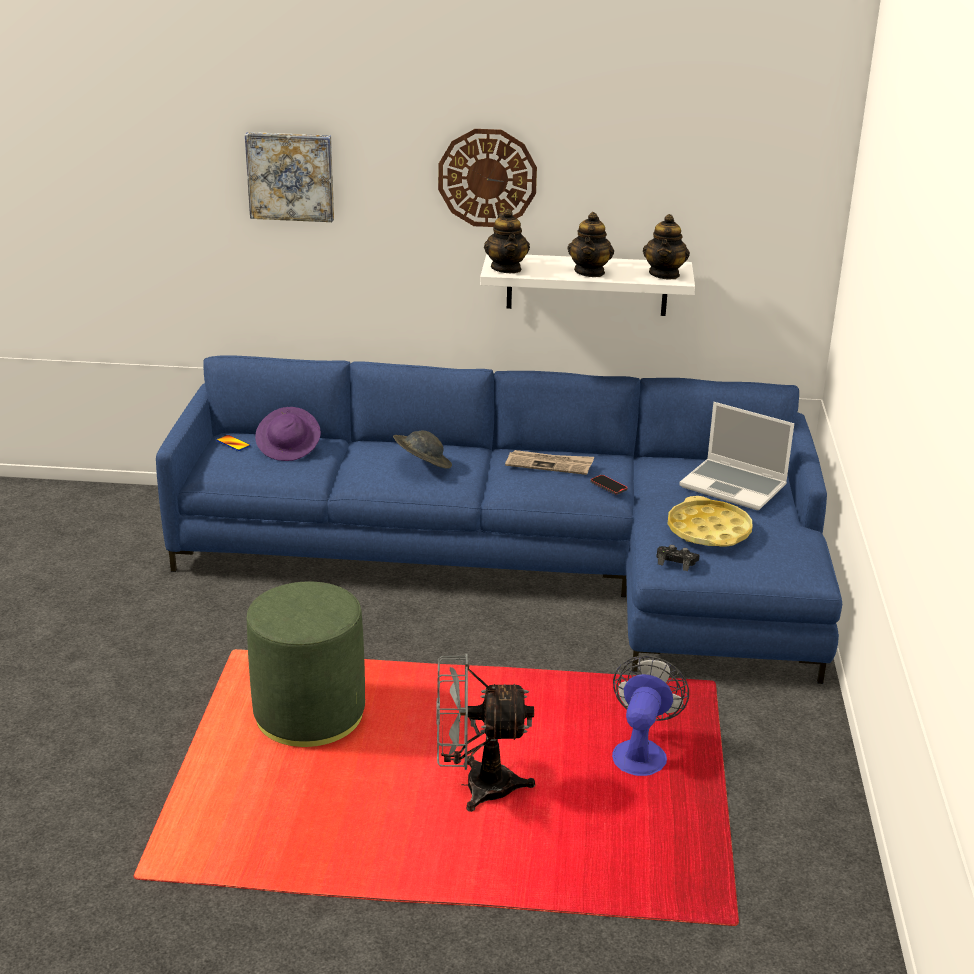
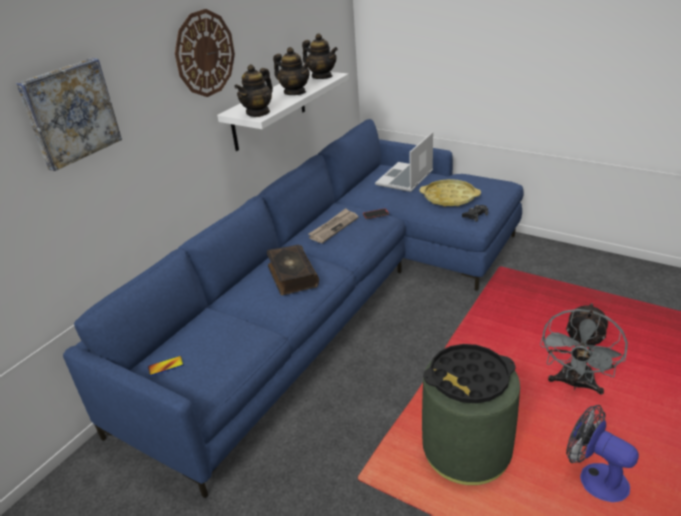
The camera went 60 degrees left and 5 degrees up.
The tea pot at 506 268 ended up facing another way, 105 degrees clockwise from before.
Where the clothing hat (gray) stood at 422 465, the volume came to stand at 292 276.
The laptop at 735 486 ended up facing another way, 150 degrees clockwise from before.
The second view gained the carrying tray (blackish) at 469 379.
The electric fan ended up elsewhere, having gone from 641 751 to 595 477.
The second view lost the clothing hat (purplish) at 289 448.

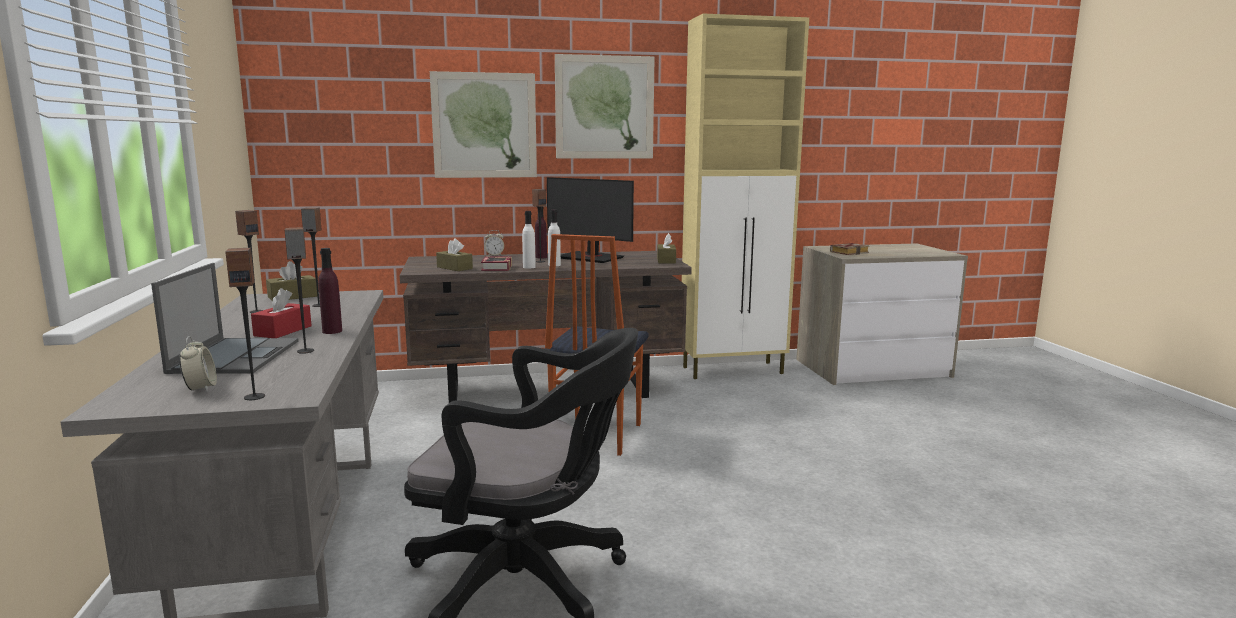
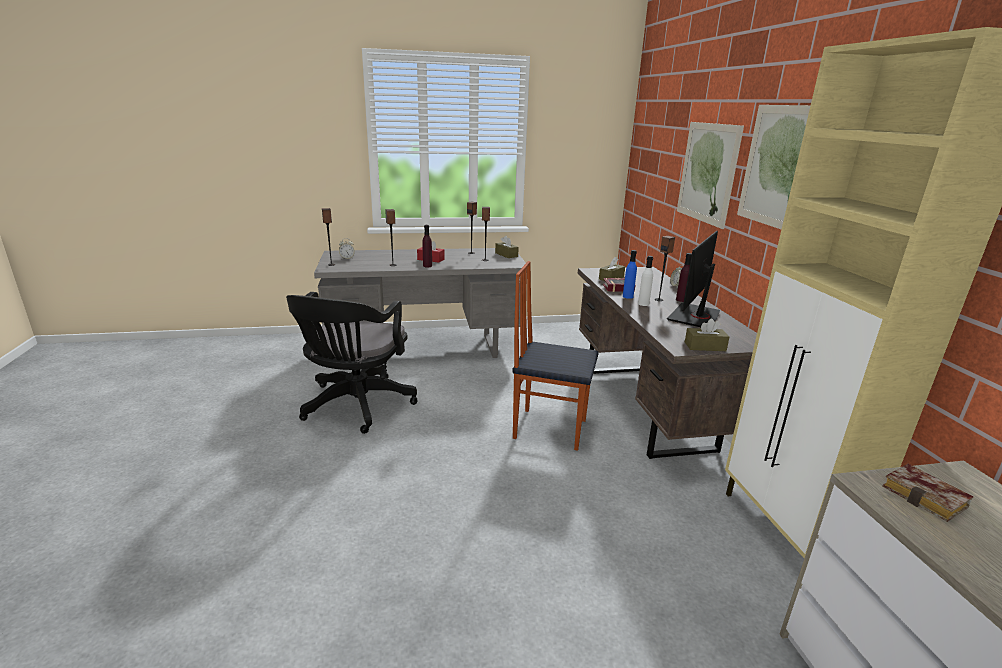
The camera went 90 degrees right and 10 degrees up.
What was the beverage bottle (whitish) at 529 267 turned into the beverage bottle (bluish) at 627 296.
The second view lost the laptop at 235 356.

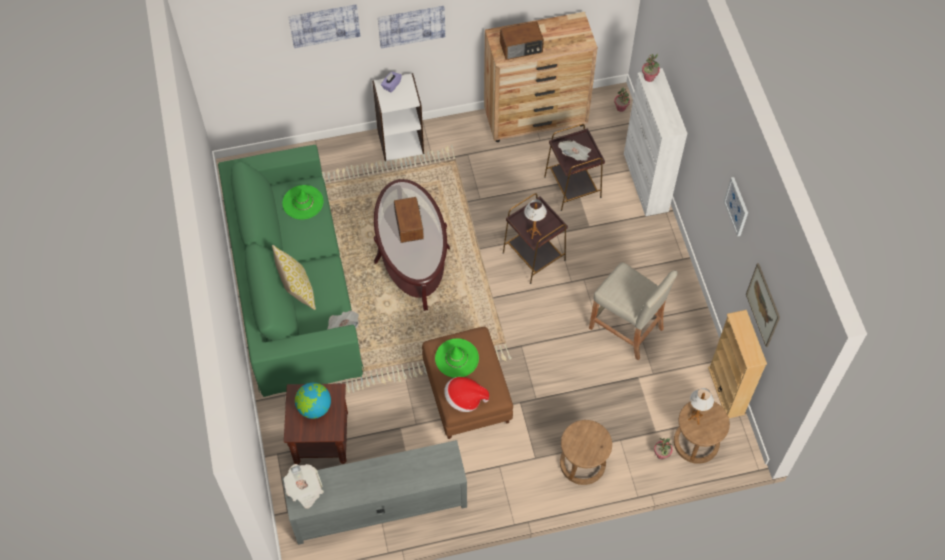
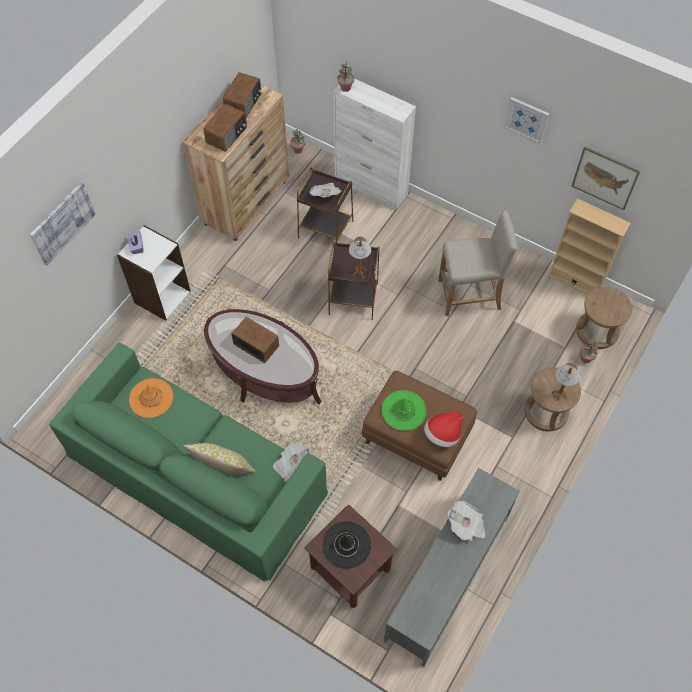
The camera went 45 degrees left and 0 degrees up.
What was the clothing hat (greenish) at 303 202 turned into the clothing hat (orangey) at 151 398.
The second view gained the radio receiver at 244 103.
Where the globe stood at 314 407, the clothing hat (blackish) came to stand at 346 545.
The printed paper ended up elsewhere, having gone from 304 489 to 466 526.
The tabletop lamp ended up elsewhere, having gone from 695 417 to 559 395.
The second view lost the wall picture at 411 25.

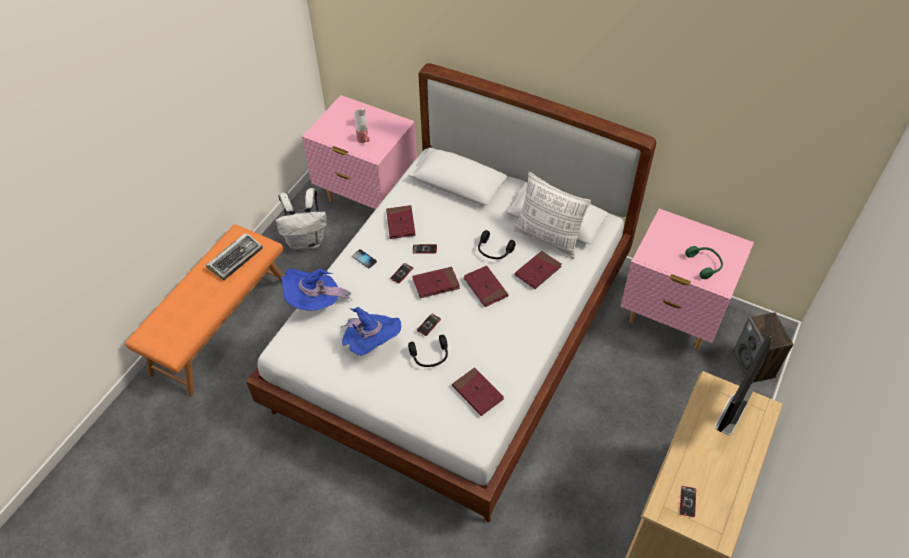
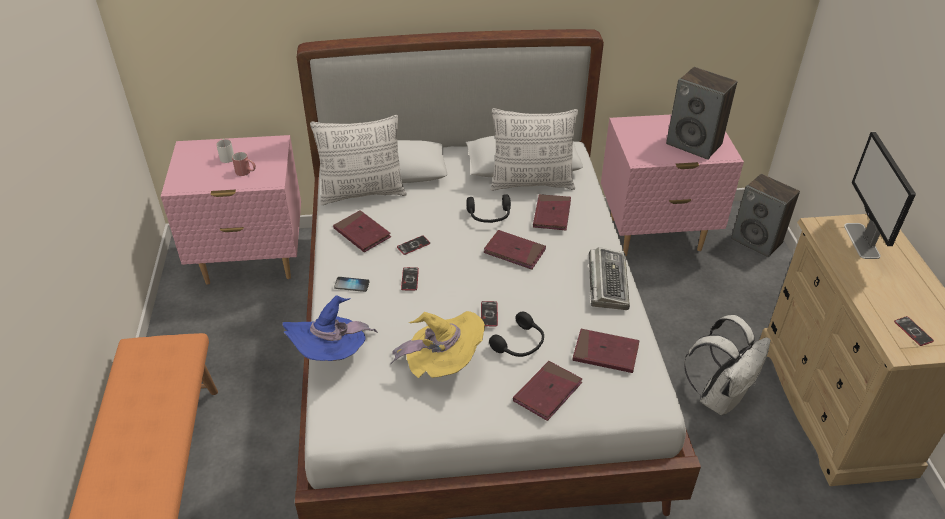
The camera went 35 degrees left and 10 degrees down.
The second view gained the pillow at 363 193.
What was the clothing hat (bluish) at 371 343 turned into the clothing hat (yellow) at 443 363.
The volume (red) ended up elsewhere, having gone from 436 284 to 547 392.
The PC keyboard ended up elsewhere, having gone from 236 258 to 607 282.
Where the headset (greenish) stood at 705 264, the speaker came to stand at 694 144.
The knapsack (whitish) ended up elsewhere, having gone from 306 241 to 720 397.

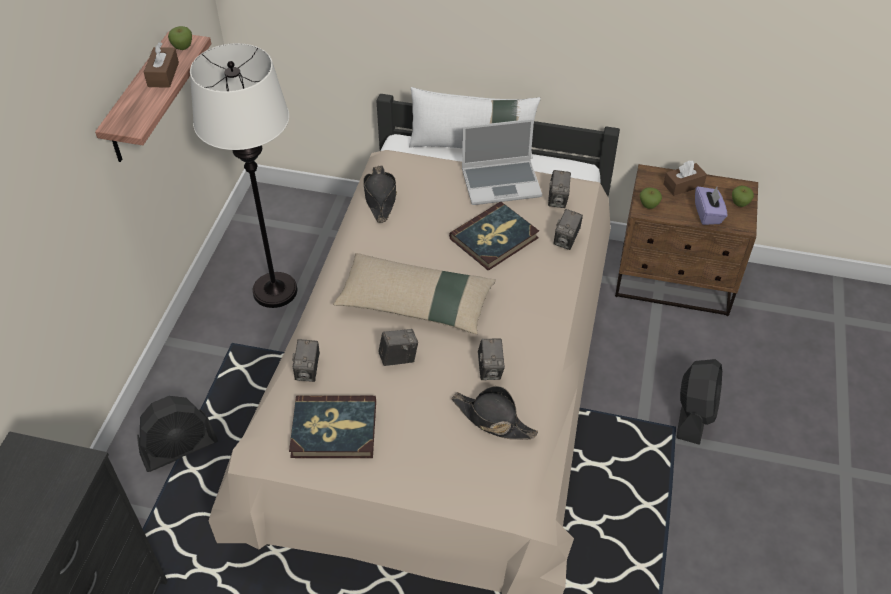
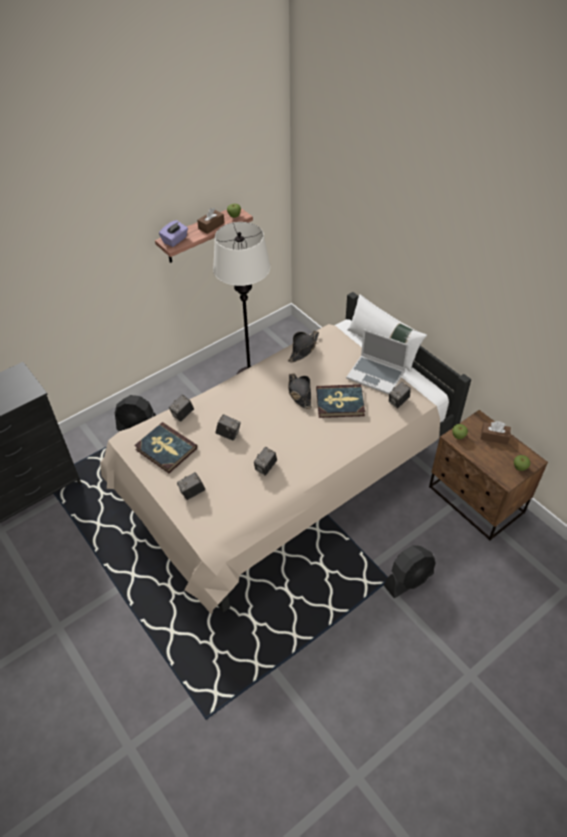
The camera went 40 degrees right and 0 degrees up.
The tissue holder (purplish) ended up elsewhere, having gone from 708 214 to 175 240.
The still camera ended up elsewhere, having gone from 566 240 to 192 492.
The clothing hat (blackish) ended up elsewhere, having gone from 493 419 to 299 393.
The second view lost the pillow (beige-coloured) at 415 303.

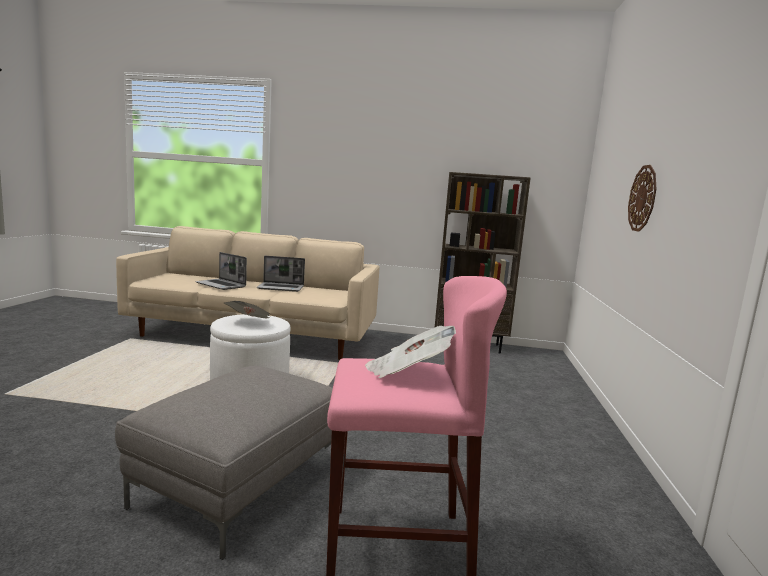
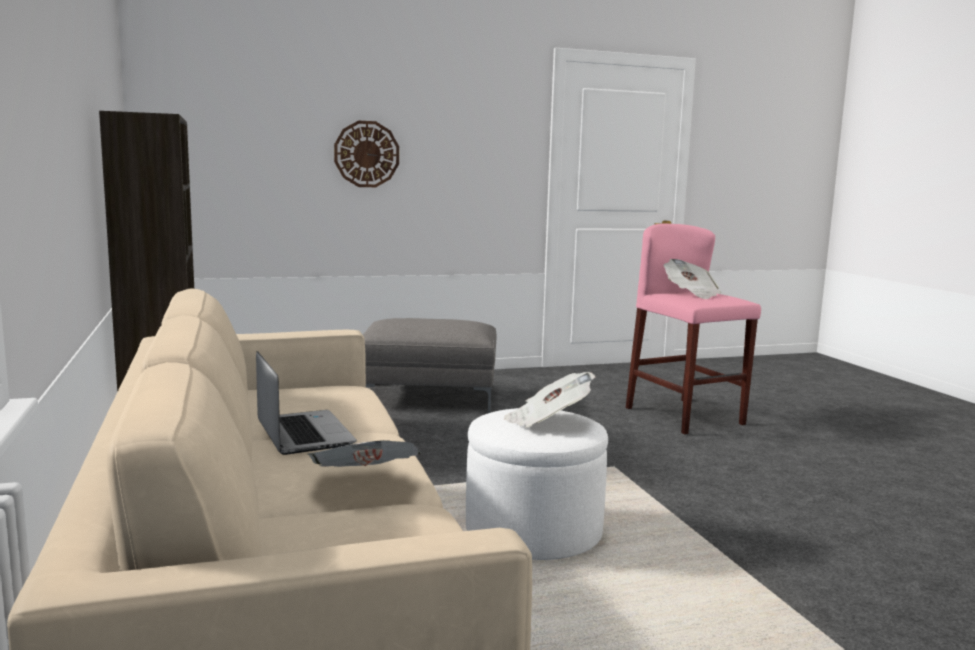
The camera went 115 degrees left and 0 degrees up.
Where the laptop stood at 221 285, the printed paper came to stand at 365 484.
The footrest (gray) ended up elsewhere, having gone from 239 483 to 426 398.

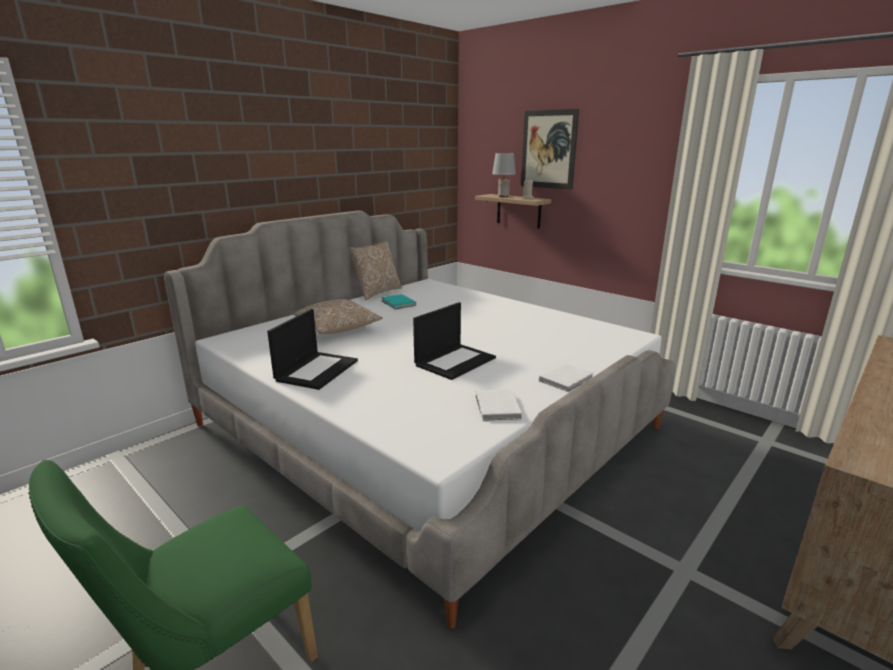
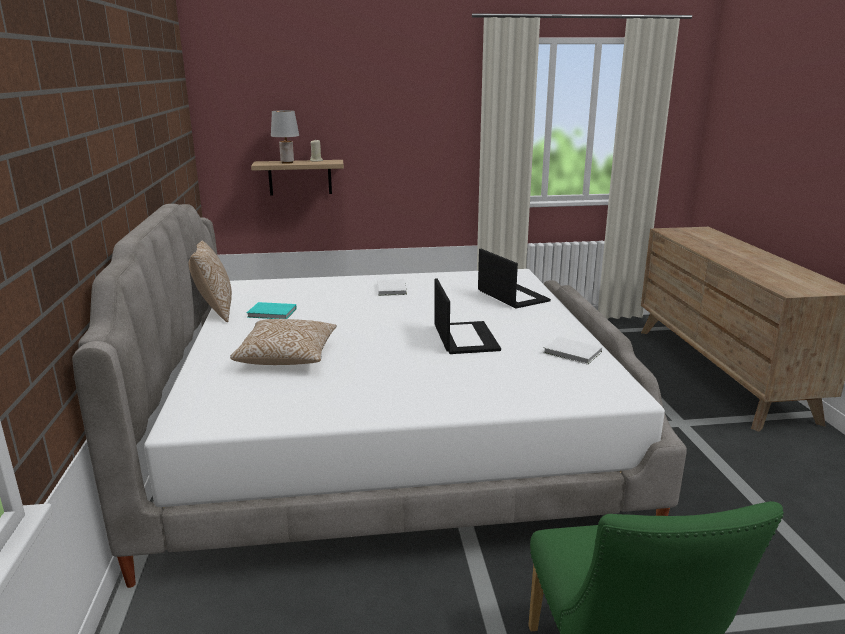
The camera went 50 degrees left and 0 degrees up.
The volume (whitish) ended up elsewhere, having gone from 567 379 to 392 289.
The laptop ended up elsewhere, having gone from 317 370 to 511 296.
The second view lost the wall picture at 548 149.

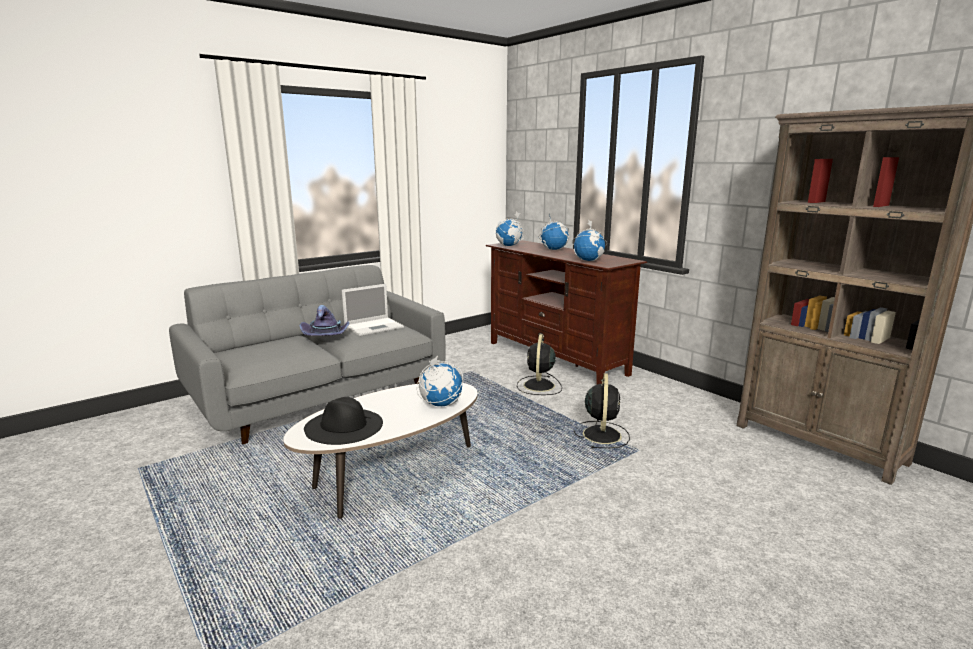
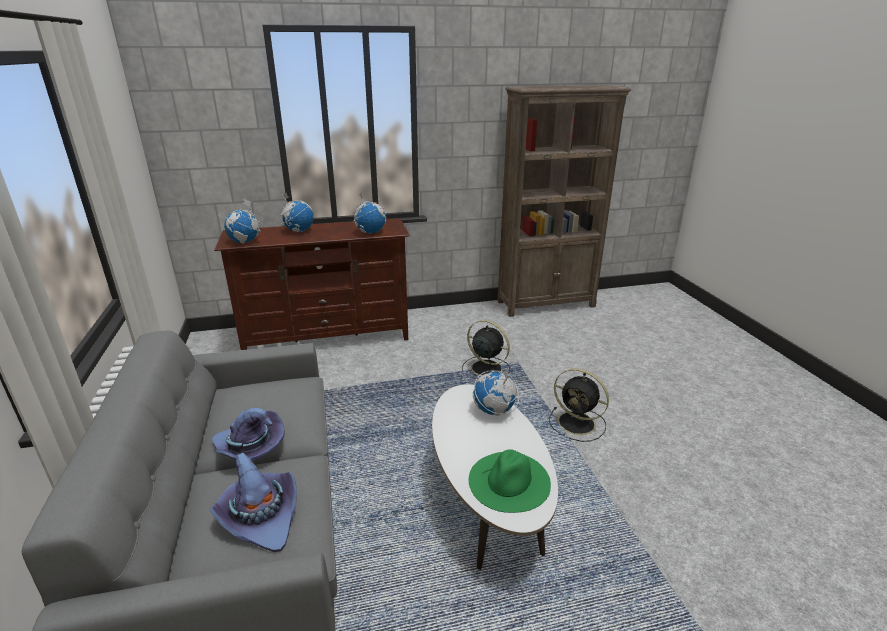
The camera went 65 degrees left and 10 degrees up.
The second view gained the clothing hat (purplish) at 261 516.
What was the clothing hat (blackish) at 343 426 turned into the clothing hat (greenish) at 509 481.
The electric fan (blackish) ended up elsewhere, having gone from 539 386 to 578 424.
The second view lost the laptop at 375 327.

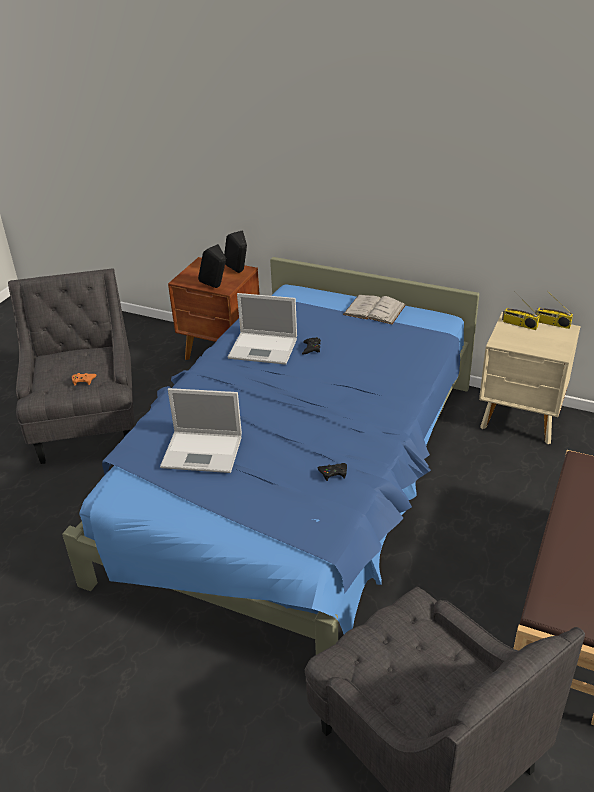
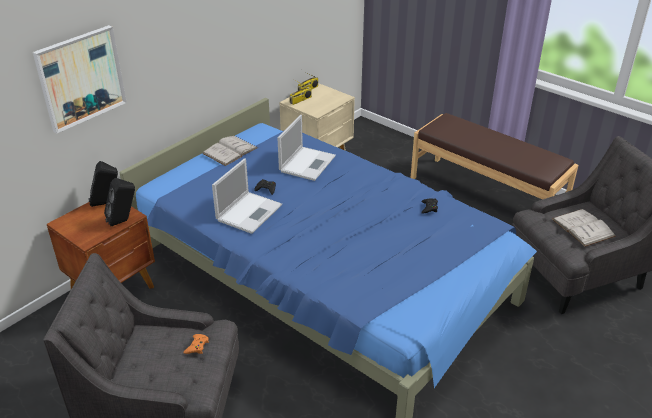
The camera went 75 degrees left and 0 degrees up.
The second view gained the wall picture at 81 78.
The laptop ended up elsewhere, having gone from 204 452 to 307 163.
The second view gained the volume (whitish) at 583 227.

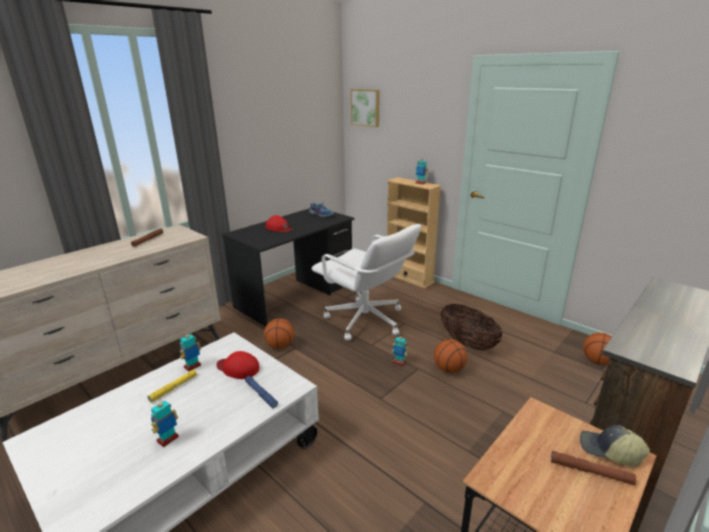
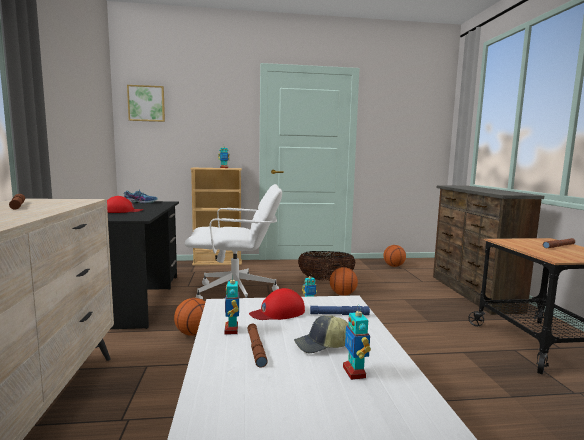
The camera went 50 degrees left and 15 degrees down.
What was the flashlight (yellow) at 173 388 turned into the flashlight (brownish) at 256 348.
The baseball cap ended up elsewhere, having gone from 609 451 to 322 345.

